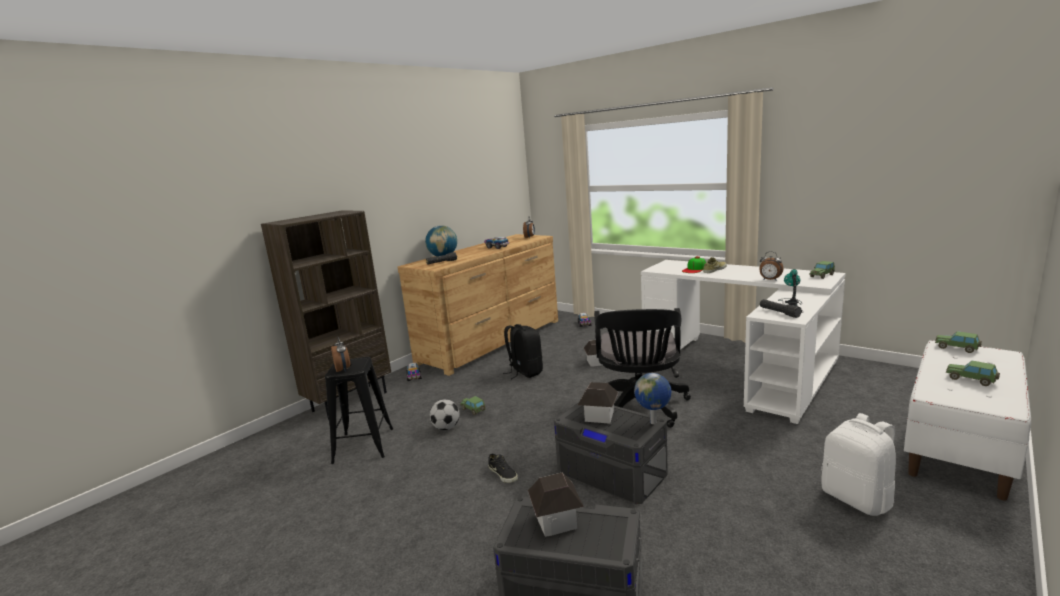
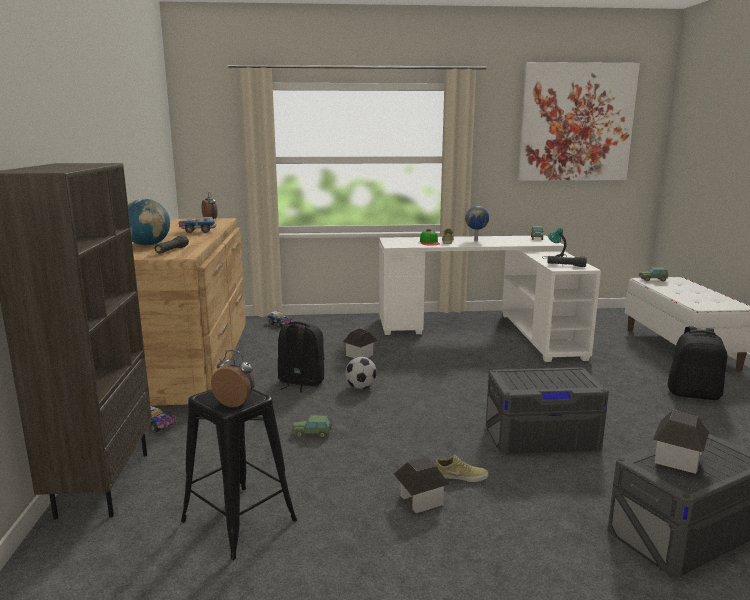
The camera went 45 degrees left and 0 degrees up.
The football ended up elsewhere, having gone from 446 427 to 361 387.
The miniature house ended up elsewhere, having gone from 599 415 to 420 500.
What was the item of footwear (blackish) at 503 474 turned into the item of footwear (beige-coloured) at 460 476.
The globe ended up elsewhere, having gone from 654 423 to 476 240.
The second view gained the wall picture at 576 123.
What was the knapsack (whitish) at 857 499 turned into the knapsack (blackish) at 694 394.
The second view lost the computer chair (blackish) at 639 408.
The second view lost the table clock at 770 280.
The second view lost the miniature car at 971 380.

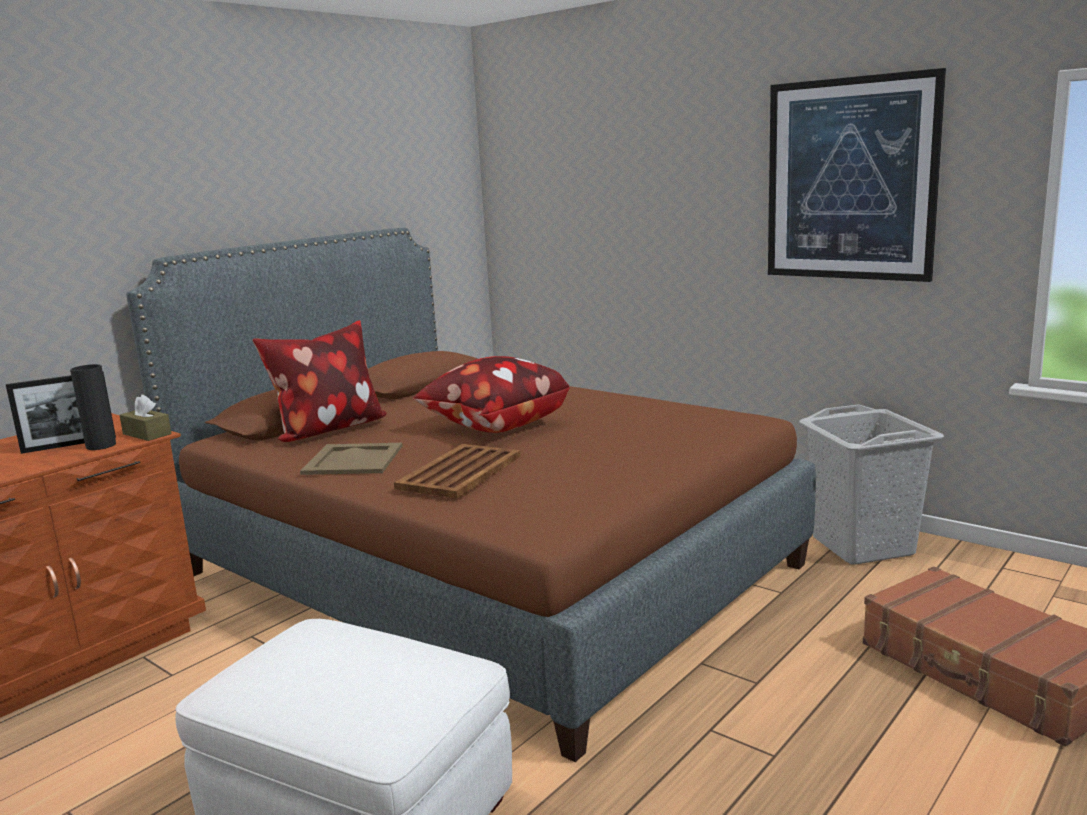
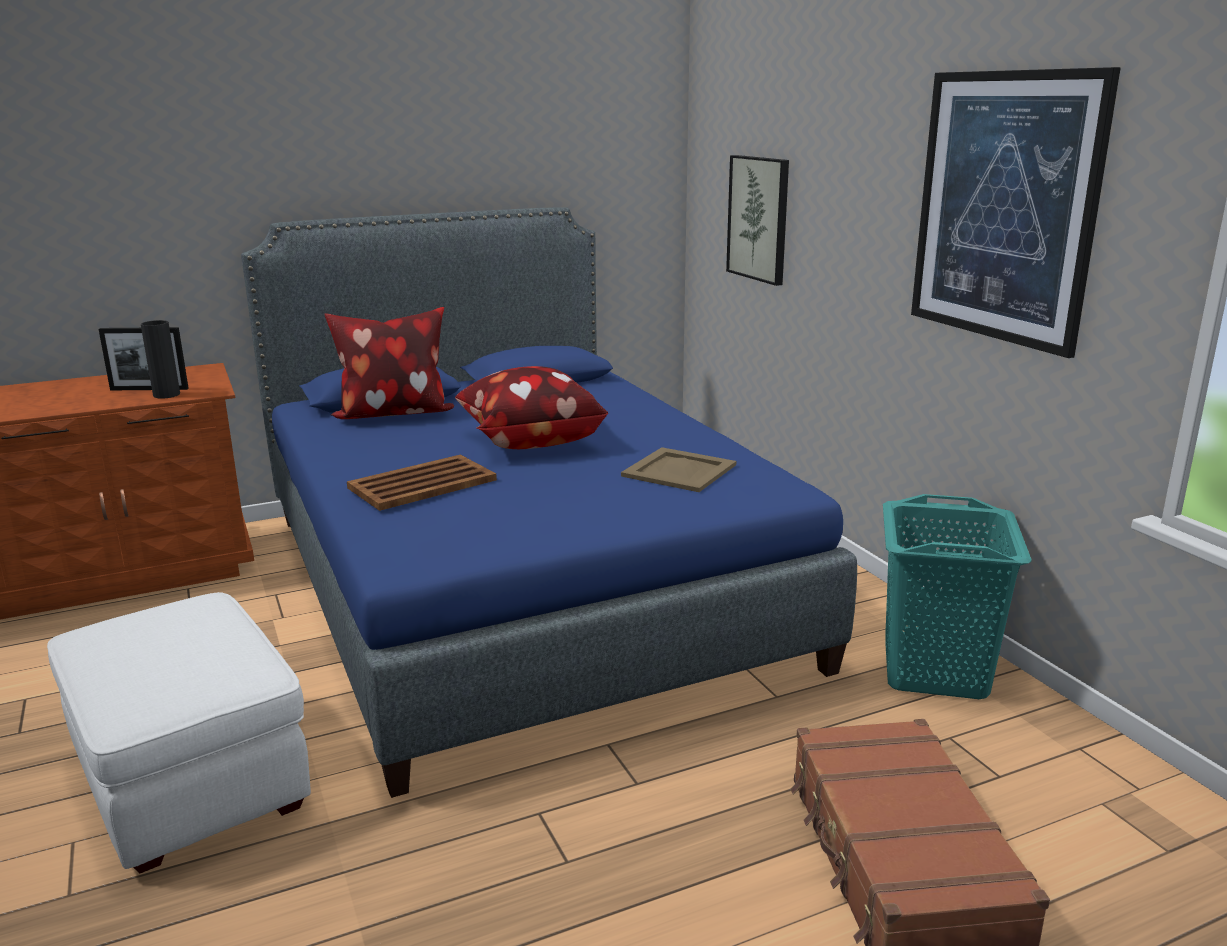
The camera went 25 degrees right and 5 degrees up.
What was the bed (brownish) at 482 569 turned into the bed (bluish) at 518 585.
The carrying tray (beige-coloured) ended up elsewhere, having gone from 354 460 to 679 471.
The second view gained the wall picture at 759 218.
What was the laundry basket (gray) at 863 545 turned into the laundry basket (turquoise-coloured) at 936 671.
The second view lost the tissue holder (brownish) at 147 434.

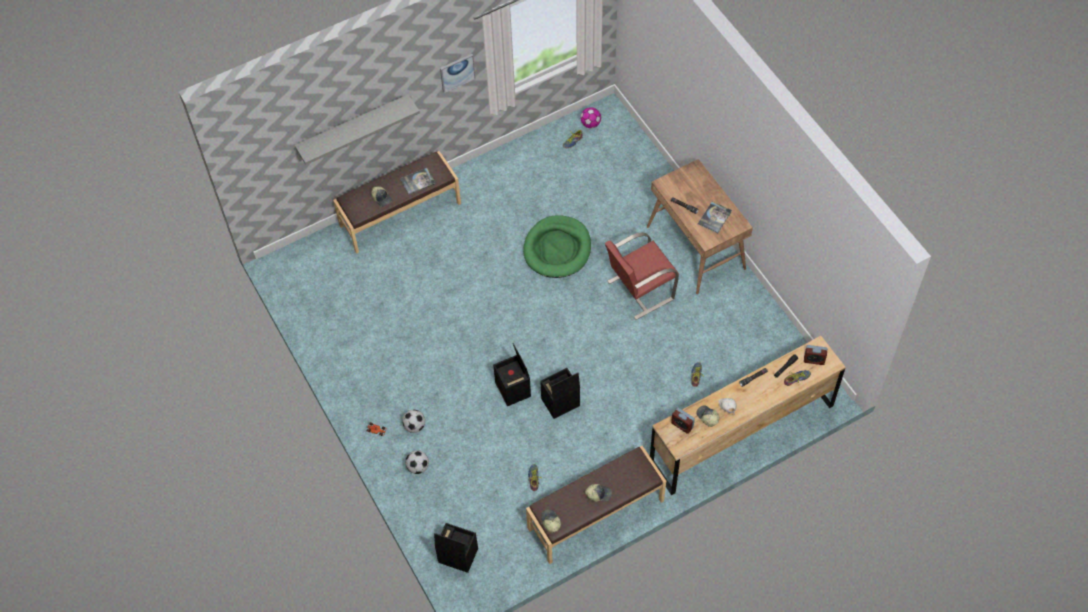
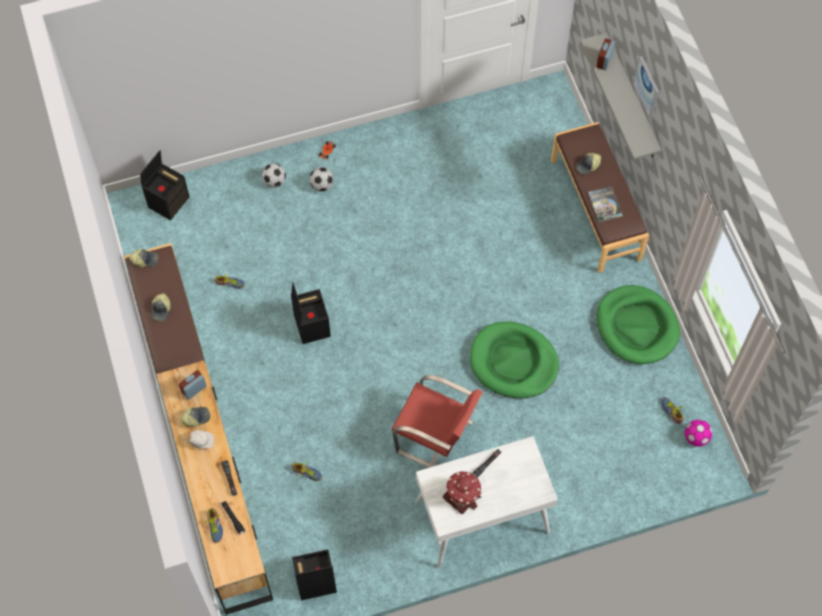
The camera went 100 degrees right and 5 degrees up.
The storage bin (blackish) ended up elsewhere, having gone from 513 390 to 315 582.
The upright chair (red) at 639 290 ended up facing another way, 135 degrees clockwise from before.
What was the desk table (brownish) at 696 248 turned into the desk table (whitish) at 481 517.
Where the volume stood at 714 217, the miniature house came to stand at 462 495.
The table clock ended up elsewhere, having gone from 814 360 to 604 61.
The second view gained the dog cushion (greenish) at 636 326.
The wall picture ended up elsewhere, having gone from 457 72 to 647 86.

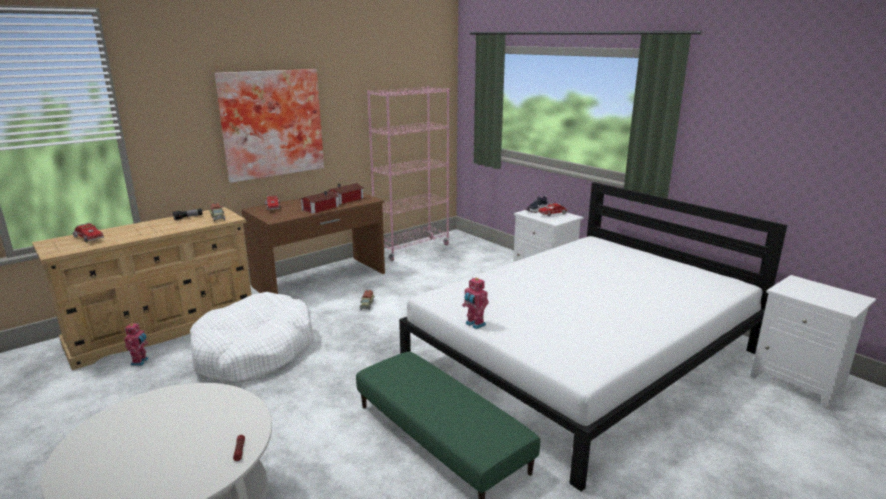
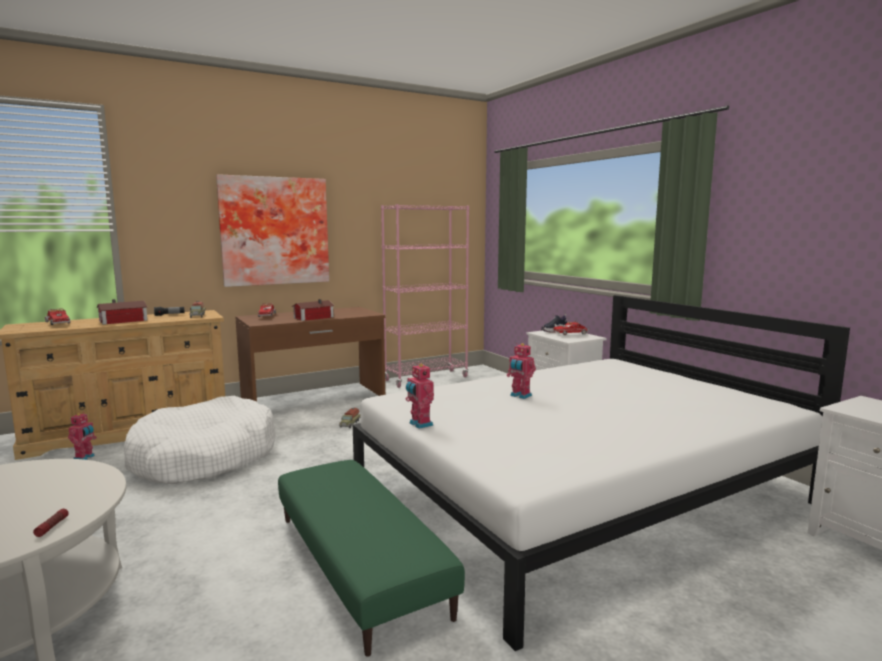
The camera went 10 degrees right and 10 degrees down.
The miniature house ended up elsewhere, having gone from 347 199 to 125 321.
The second view gained the robot figure at 520 396.

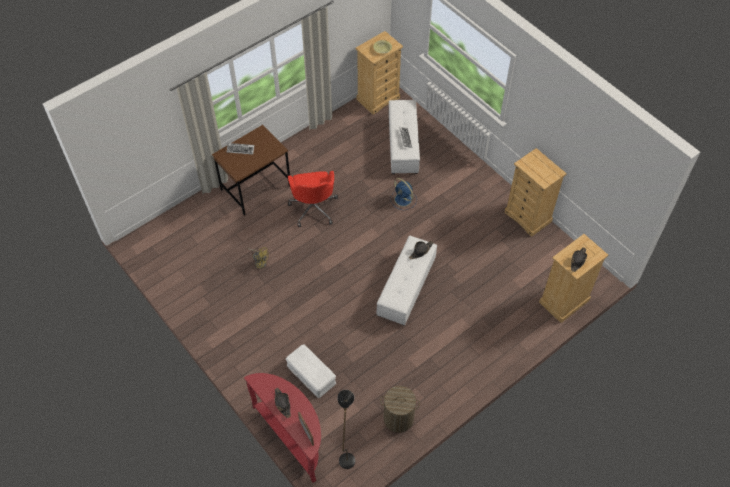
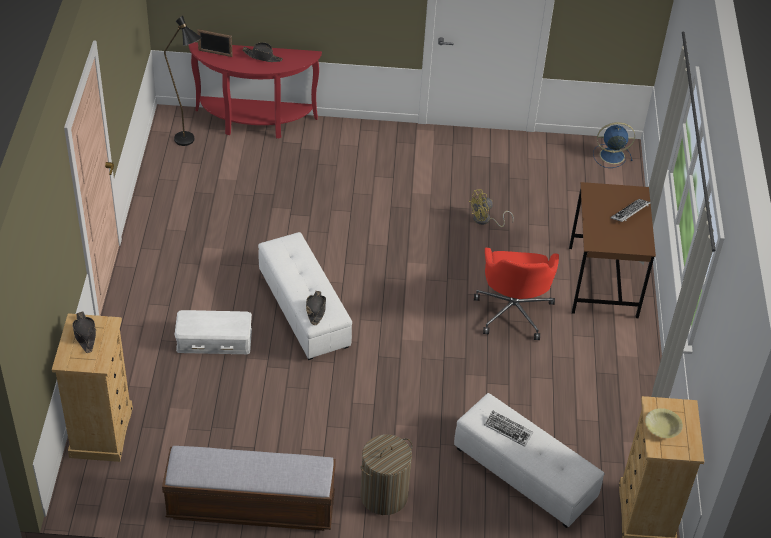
The camera went 130 degrees right and 10 degrees down.
Where the drawer chest (beige-coloured) stood at 528 217, the indoor bench came to stand at 251 507.
The storage bin (whitish) ended up elsewhere, having gone from 310 374 to 214 339.
The laundry basket ended up elsewhere, having gone from 398 418 to 384 495.
The computer chair (red) at 313 208 ended up facing another way, 120 degrees counterclockwise from before.
The electric fan (bluish) ended up elsewhere, having gone from 403 200 to 610 155.

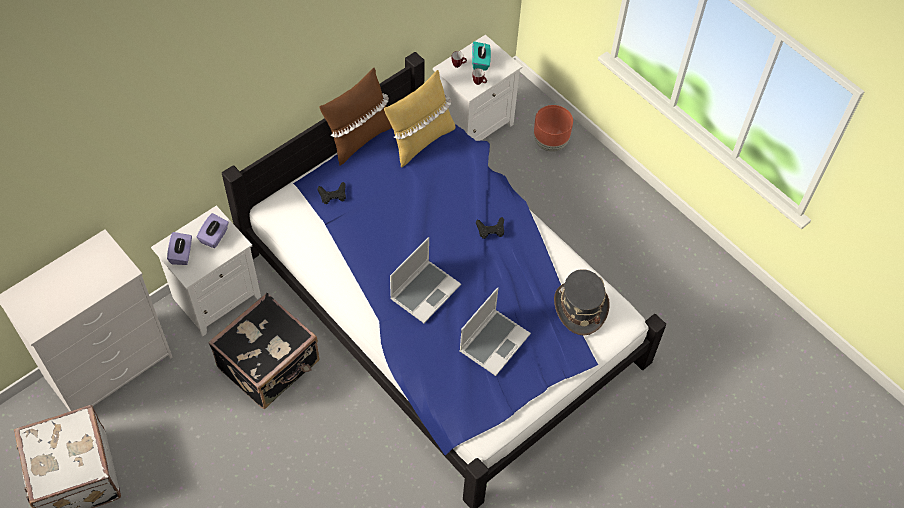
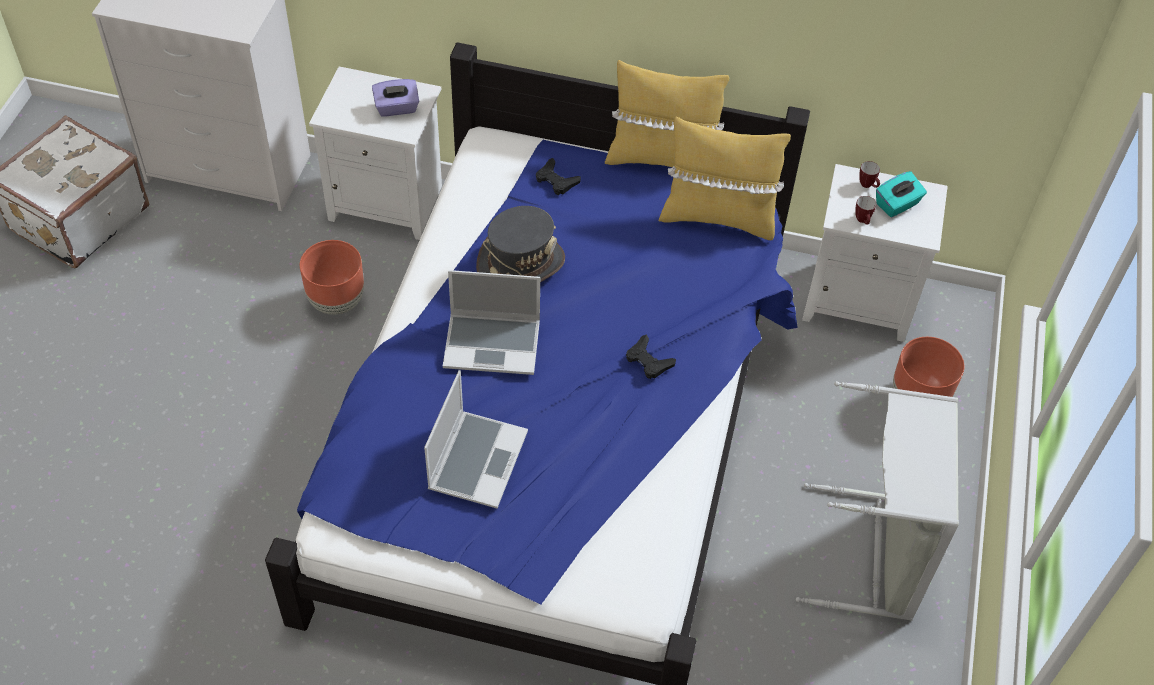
The camera went 55 degrees right and 5 degrees down.
Where the suitcase (blackish) stood at 270 365, the plant pot (brownish) came to stand at 337 301.
The laptop at 494 342 ended up facing another way, 75 degrees counterclockwise from before.
The clothing hat (gray) ended up elsewhere, having gone from 580 307 to 520 265.
What was the pillow (brownish) at 359 138 turned into the pillow (yellow) at 662 160.
The second view gained the laundry basket (gray) at 874 554.
The second view lost the tissue holder (purplish) at 182 254.

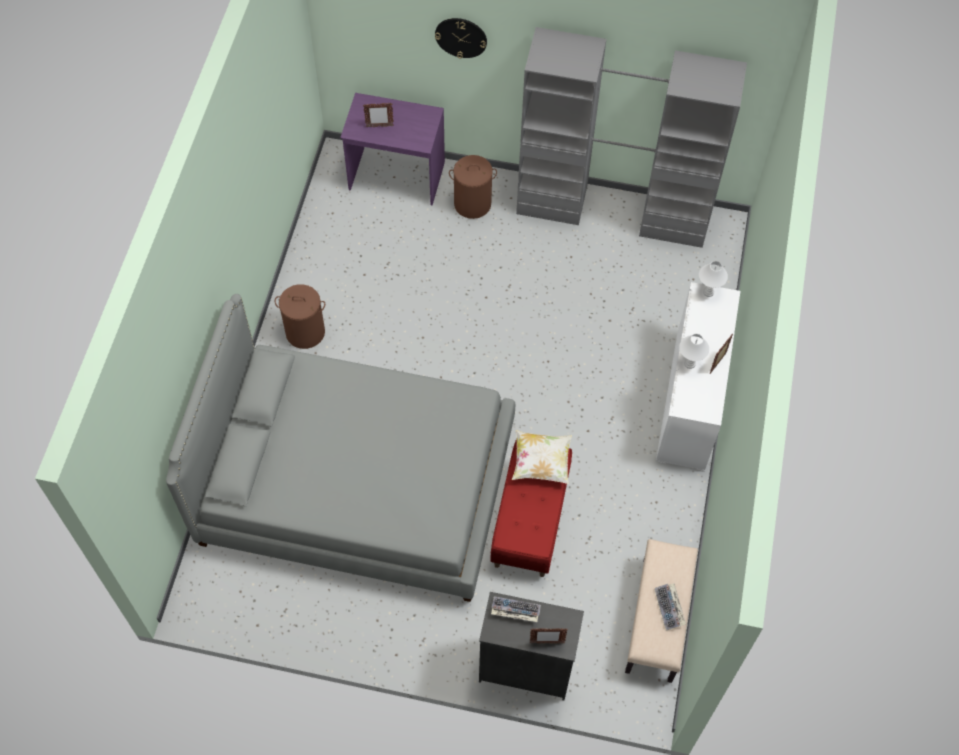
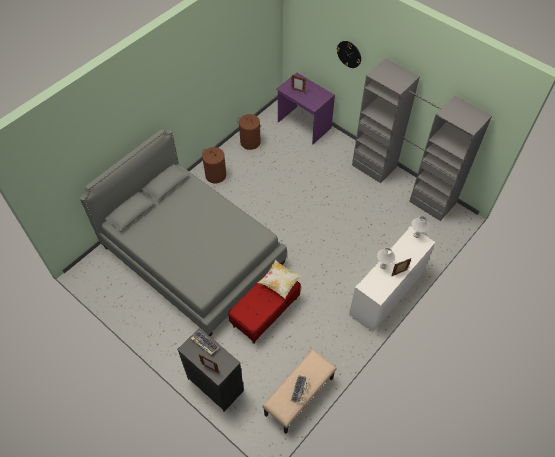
The camera went 30 degrees right and 5 degrees down.
The laundry basket (brownish) ended up elsewhere, having gone from 472 204 to 250 142.

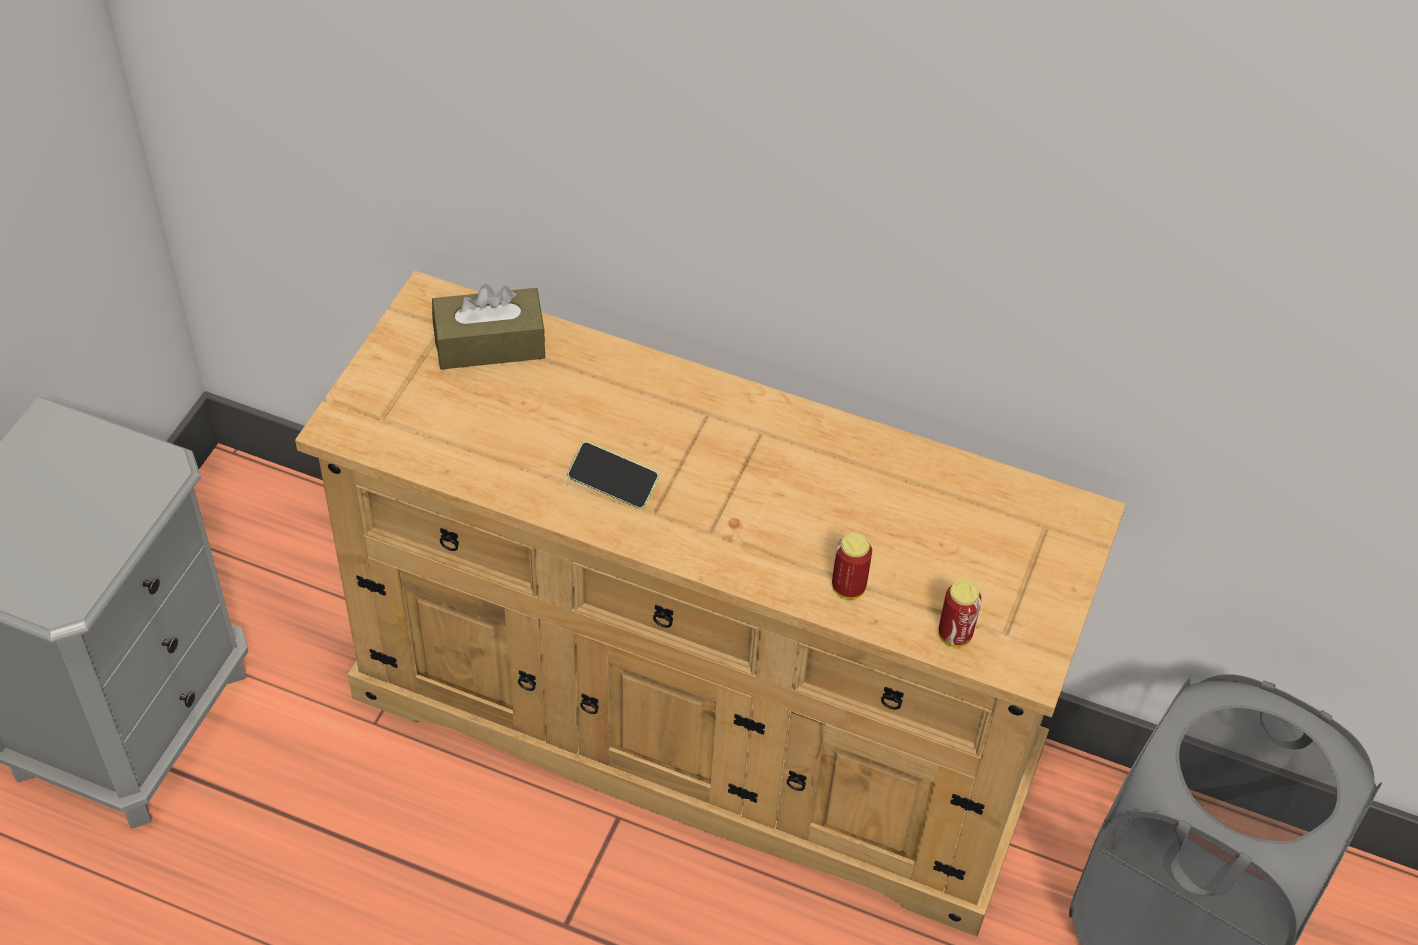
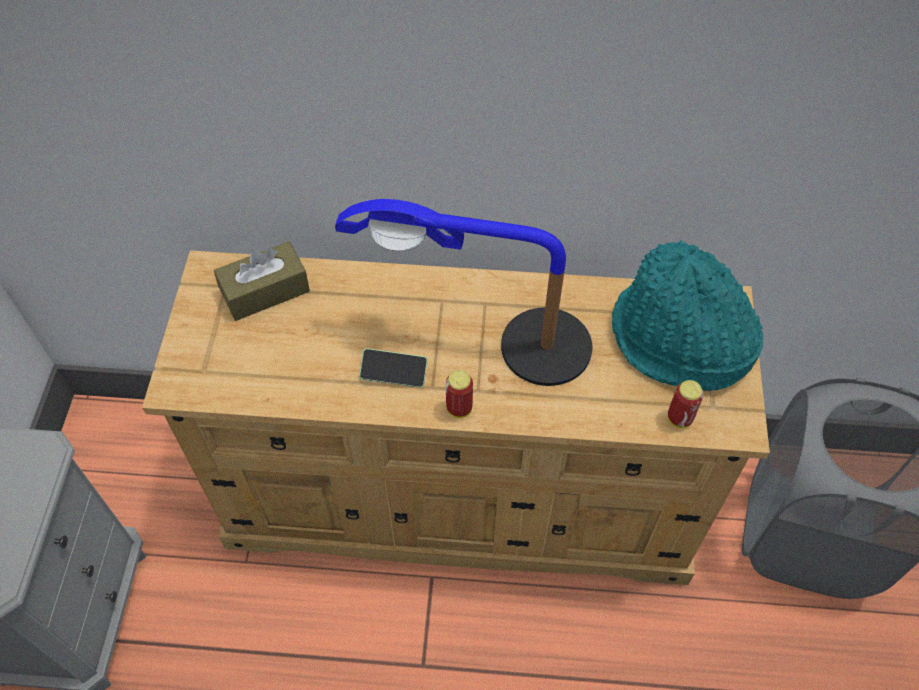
The camera went 15 degrees left and 5 degrees up.
The second view gained the tabletop lamp at 496 339.
The metal can ended up elsewhere, having gone from 848 588 to 459 408.
The second view gained the clothing hat (turquoise-coloured) at 679 341.

